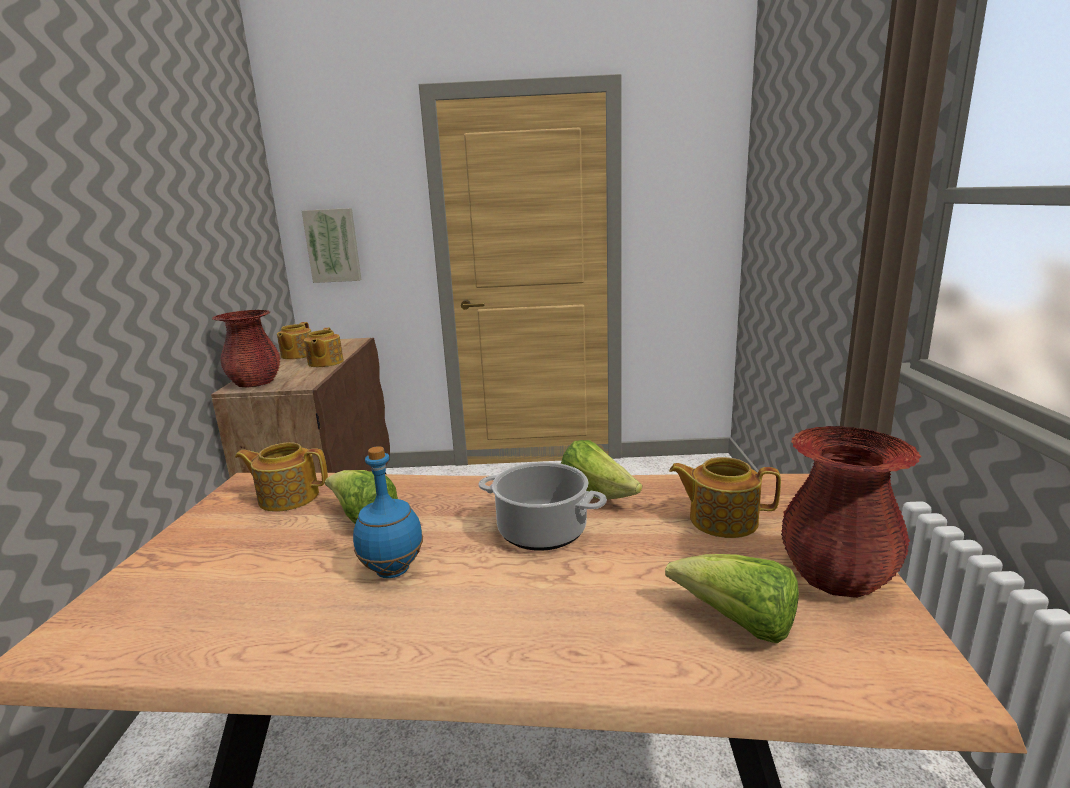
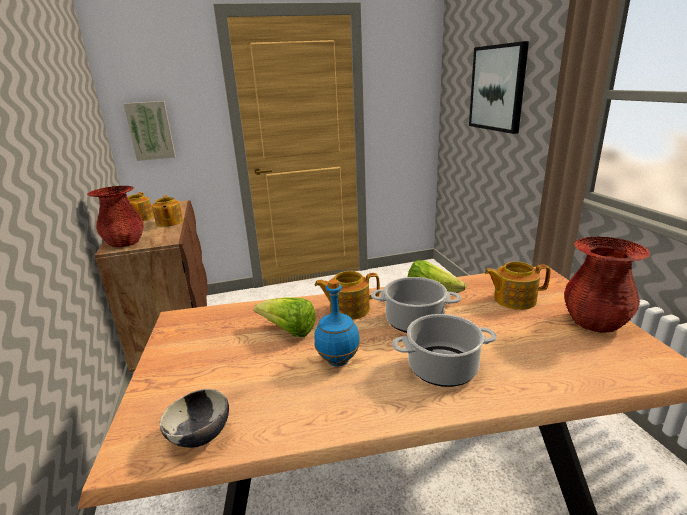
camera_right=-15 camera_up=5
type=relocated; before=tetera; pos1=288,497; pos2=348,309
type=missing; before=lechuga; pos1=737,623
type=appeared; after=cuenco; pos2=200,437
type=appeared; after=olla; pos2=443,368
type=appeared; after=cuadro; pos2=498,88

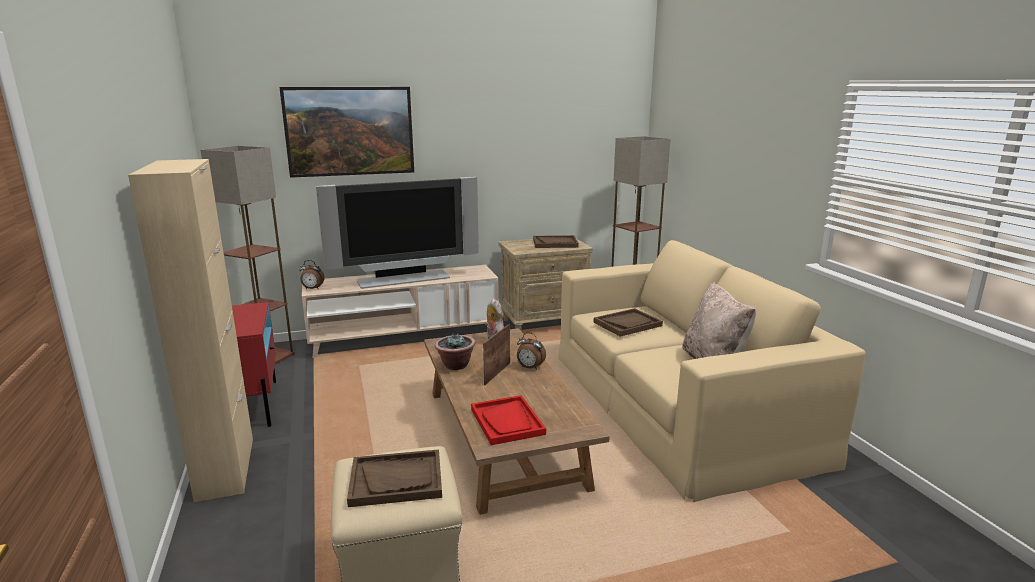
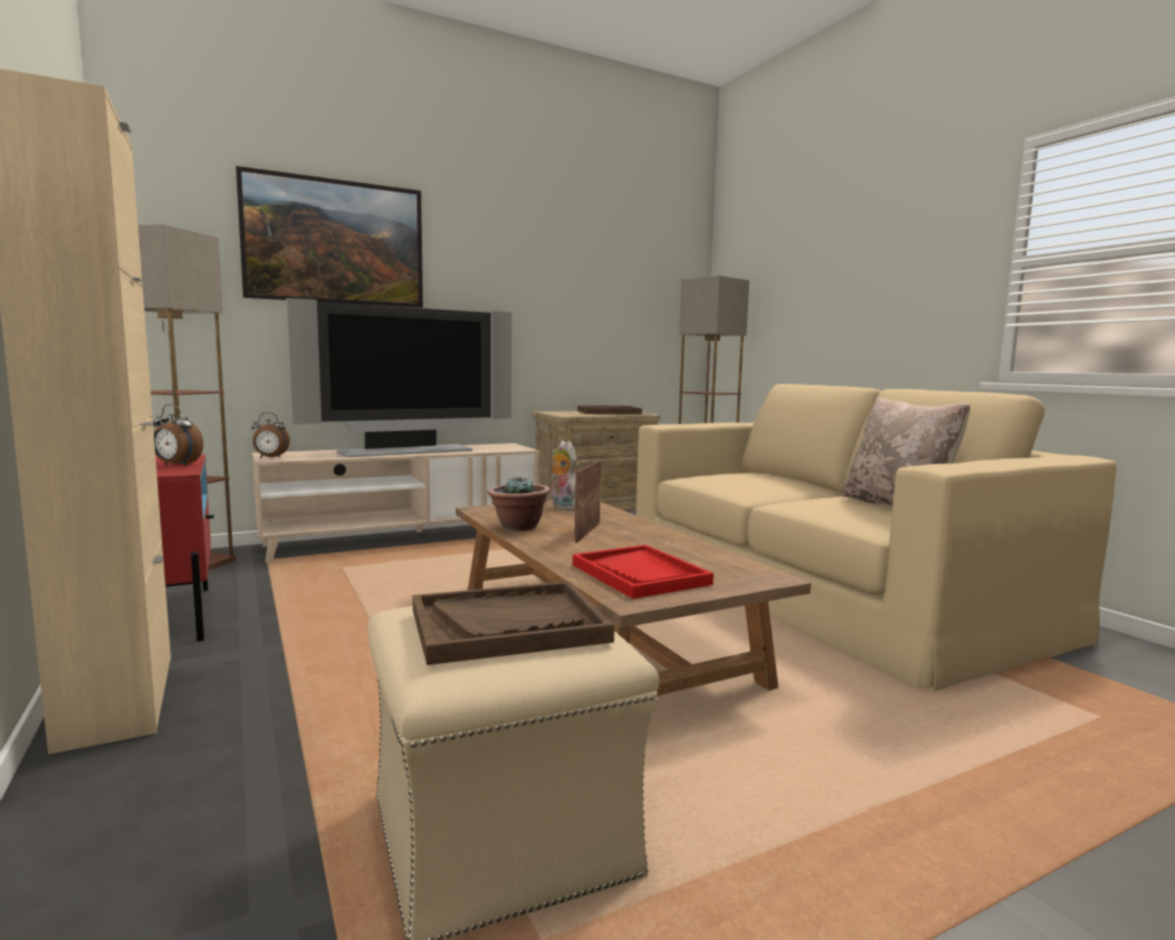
camera_right=-10 camera_up=-10
type=relocated; before=despertador; pos1=530,368; pos2=176,465
type=missing; before=bandeja [marrón]; pos1=627,324

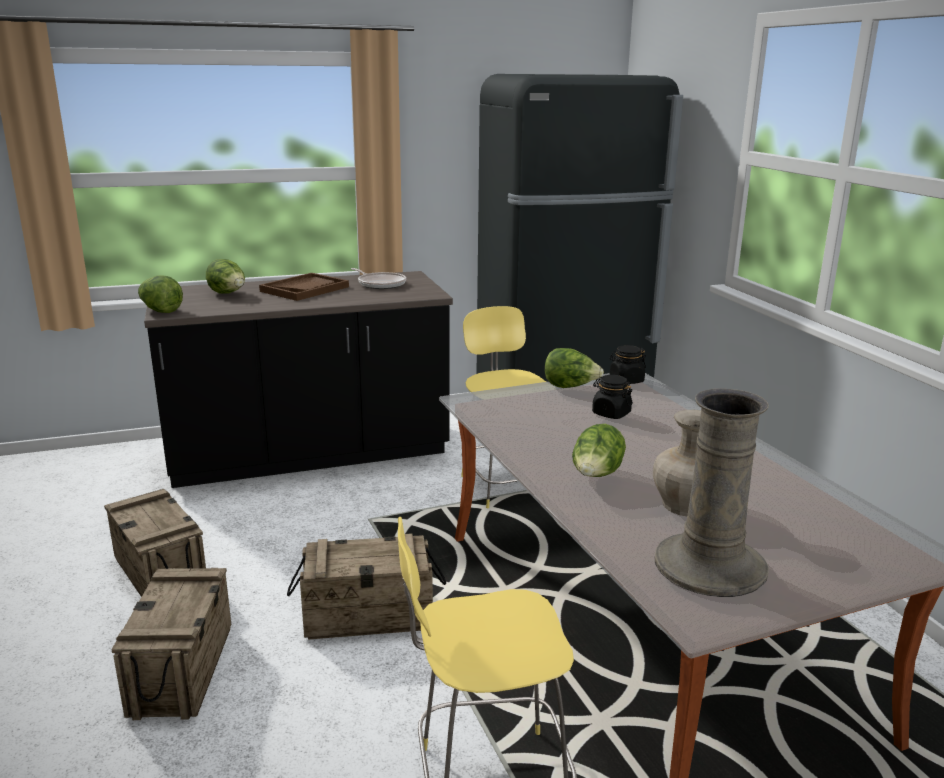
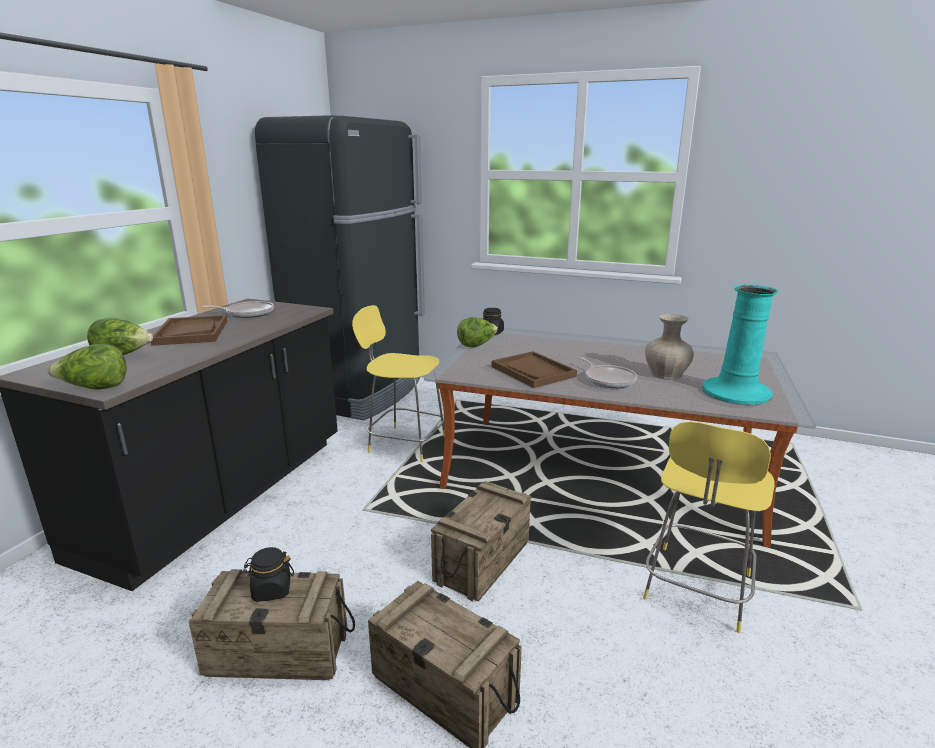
camera_right=-50 camera_up=0
type=exchanged; before=lechuga; after=sartén; pos1=596,476; pos2=608,379
type=relocated; before=tarro [negro]; pos1=611,413; pos2=271,590
type=colour; before=florero [beis]; after=florero [turquesa]; pos1=710,565; pos2=735,392
type=appeared; after=bandeja [marrón]; pos2=533,371

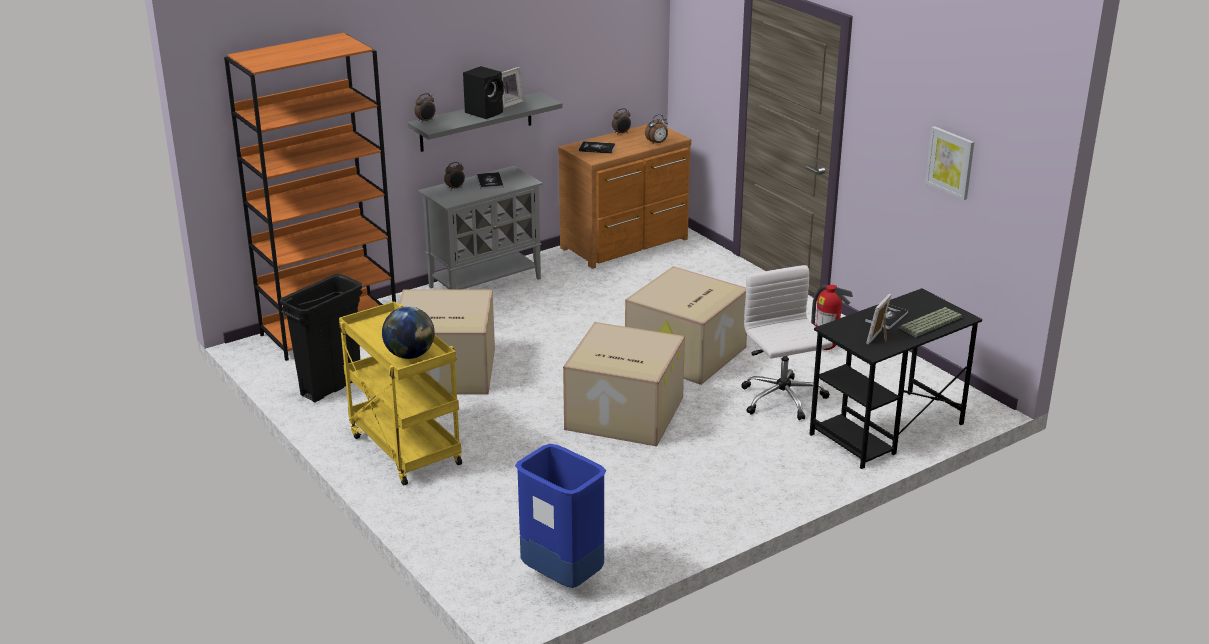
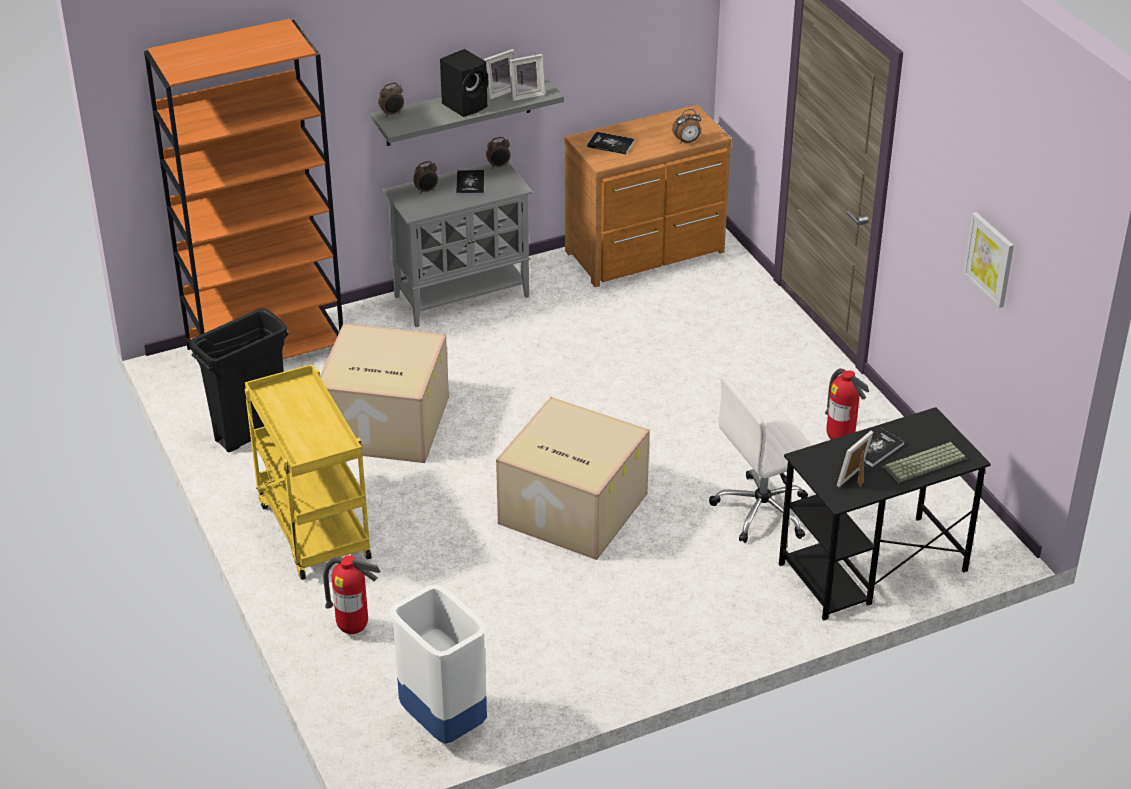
camera_right=10 camera_up=10
type=missing; before=globo terráqueo; pos1=410,355
type=colour; before=papelera [azul]; after=papelera [blanco]; pos1=563,576; pos2=444,722
type=relocated; before=despertador; pos1=621,133; pos2=498,166
type=missing; before=caja de cartón; pos1=686,354
type=spun; before=silla de oficina [blanco]; pos1=783,400; pos2=763,511; turn=-105
type=appeared; after=extintor; pos2=353,628
type=appeared; after=portarretratos; pos2=526,94

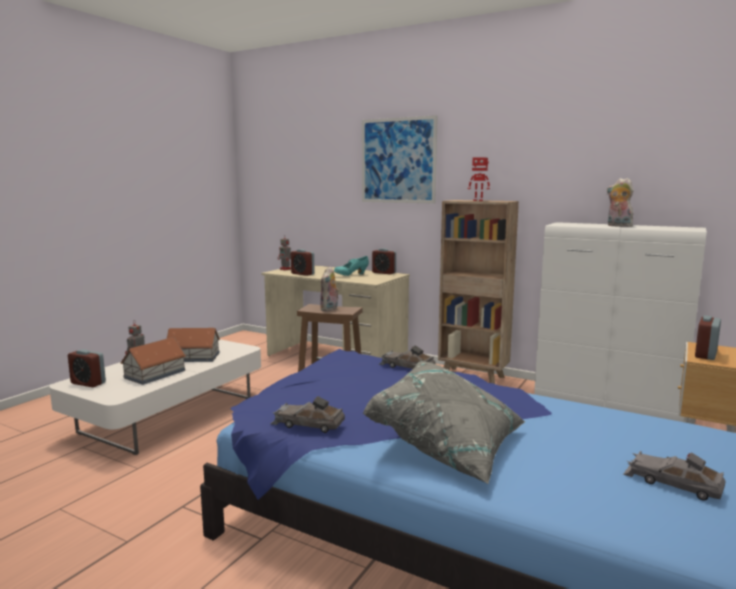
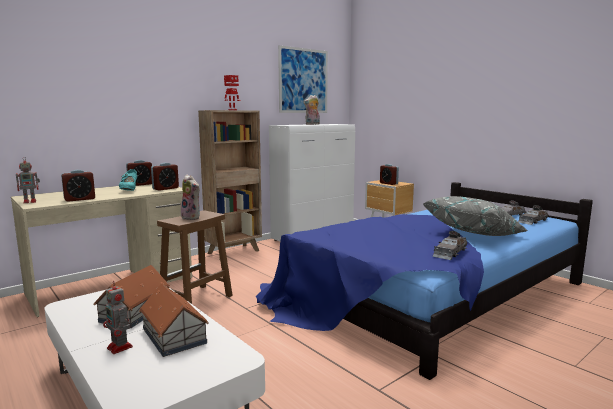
camera_right=-70 camera_up=0
type=relocated; before=despertador; pos1=88,383; pos2=165,188
type=relocated; before=cuadro; pos1=398,160; pos2=303,81
type=relocated; before=coche de juguete [gris]; pos1=406,366; pos2=532,221

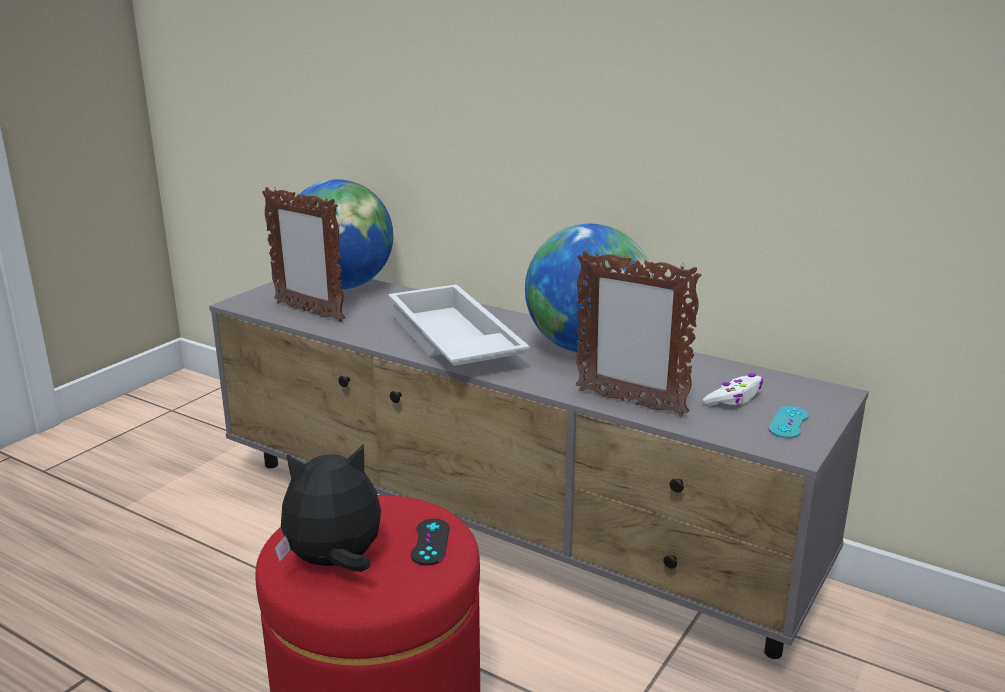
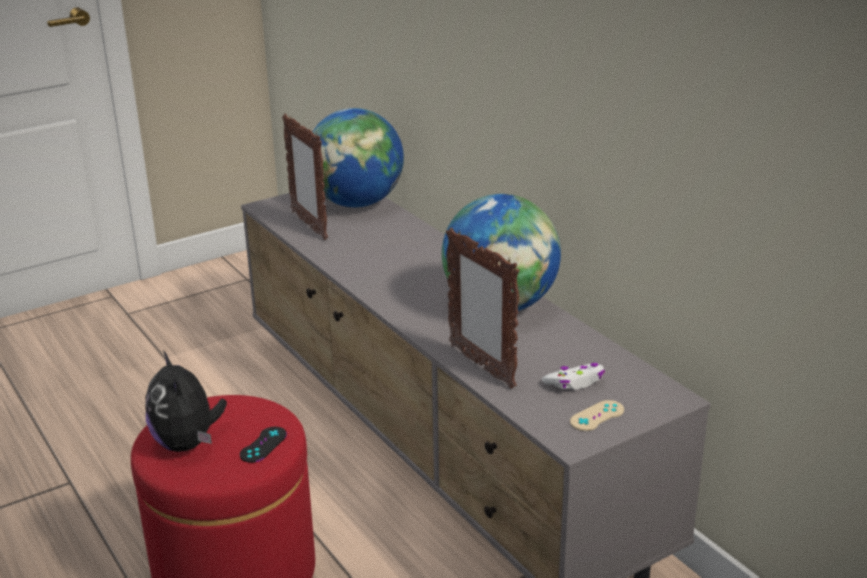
camera_right=25 camera_up=5
type=spun; before=peluche; pos1=335,563; pos2=188,443; turn=-120
type=missing; before=bandeja [blanco]; pos1=451,342
type=colour; before=mando de consola [turquesa]; after=mando de consola [beis]; pos1=788,422; pos2=597,416

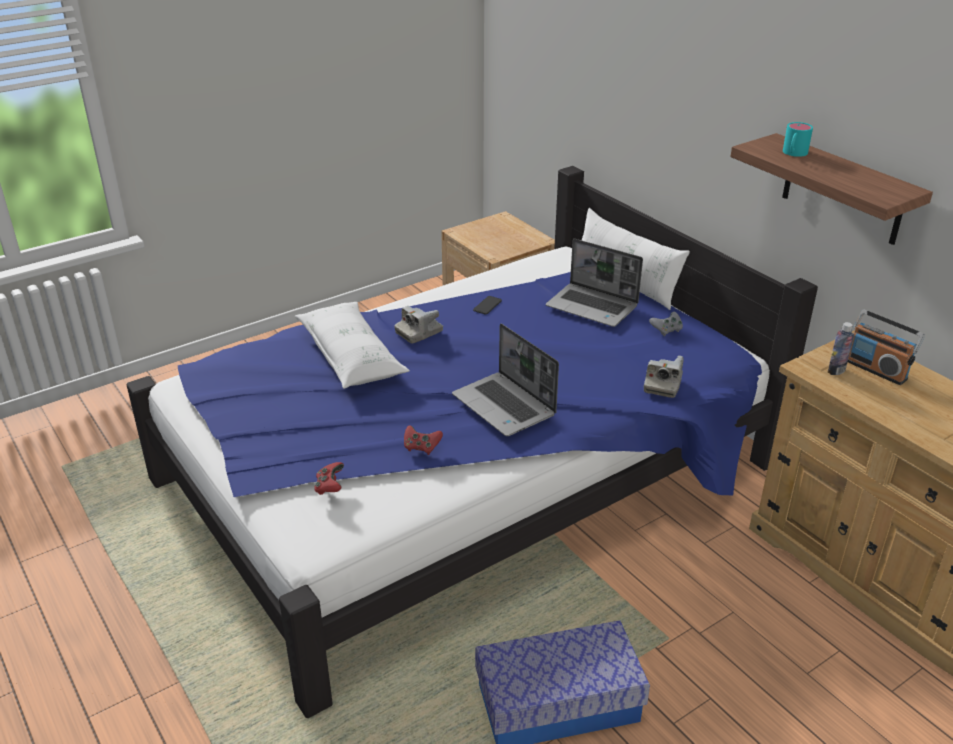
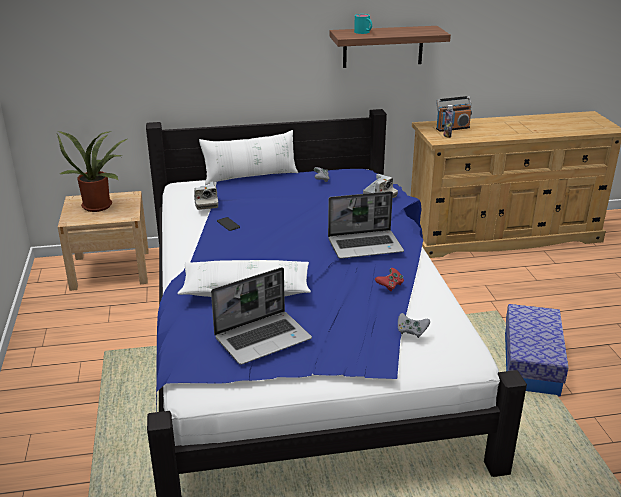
camera_right=-65 camera_up=-5
type=colour; before=mando de consola [rojo]; after=mando de consola [gris]; pos1=329,487; pos2=411,332
type=relocated; before=cámara; pos1=419,332; pos2=206,203
type=relocated; before=portátil; pos1=593,307; pos2=263,338
type=appeared; after=planta en maceta; pos2=99,205

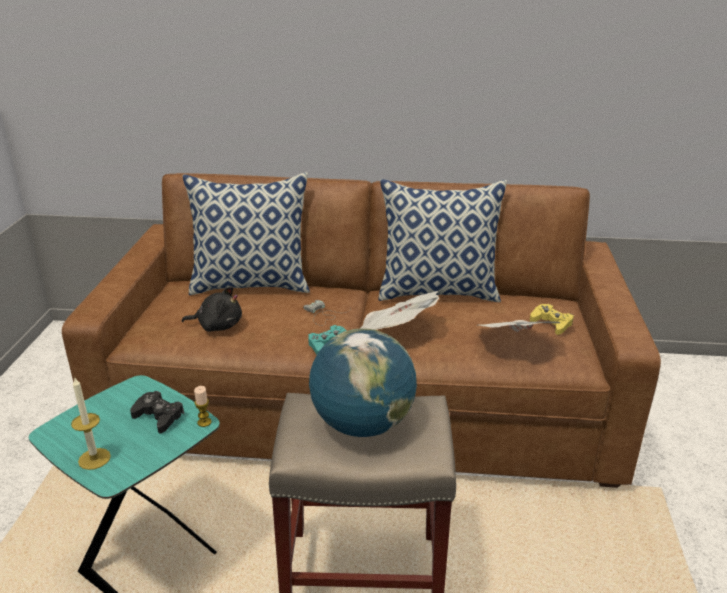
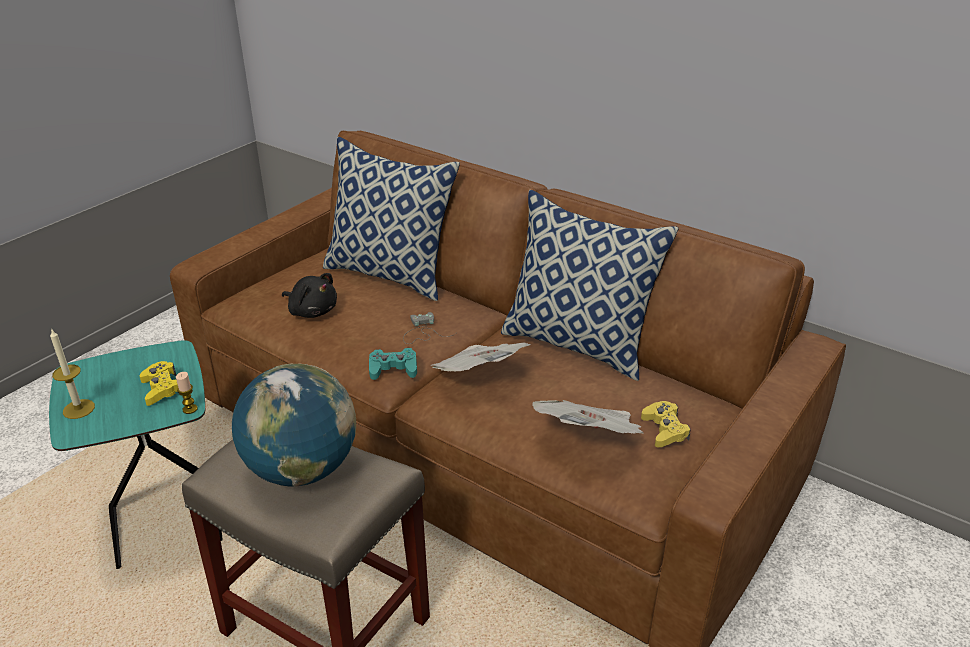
camera_right=30 camera_up=5
type=colour; before=mando de consola [negro]; after=mando de consola [amarillo]; pos1=158,417; pos2=161,388

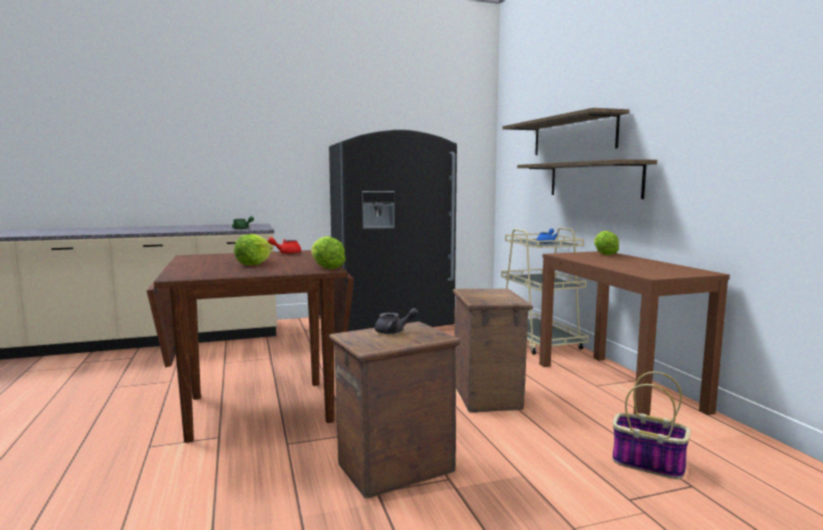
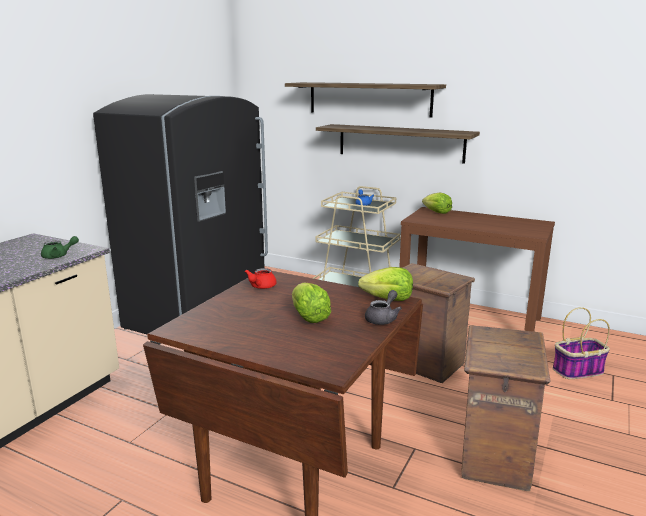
camera_right=-45 camera_up=10
type=relocated; before=tetera [gris]; pos1=394,331; pos2=383,318

